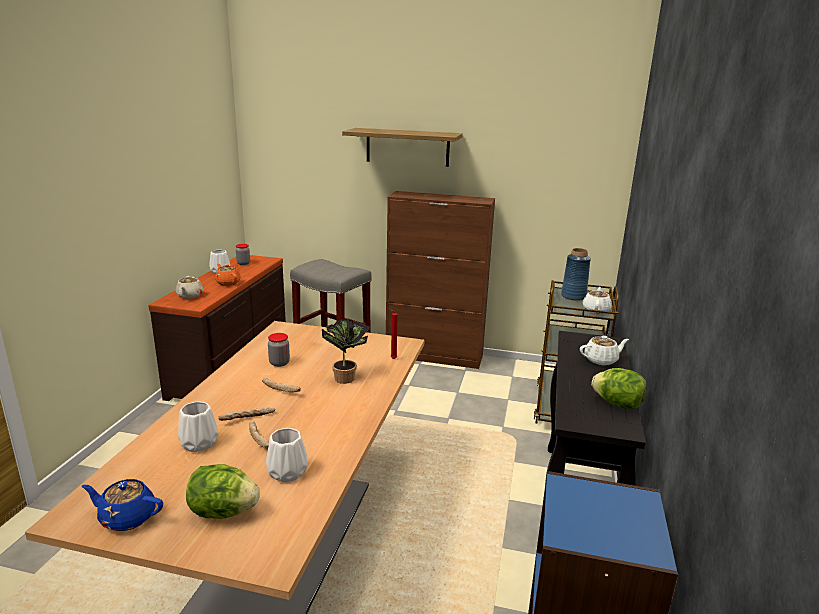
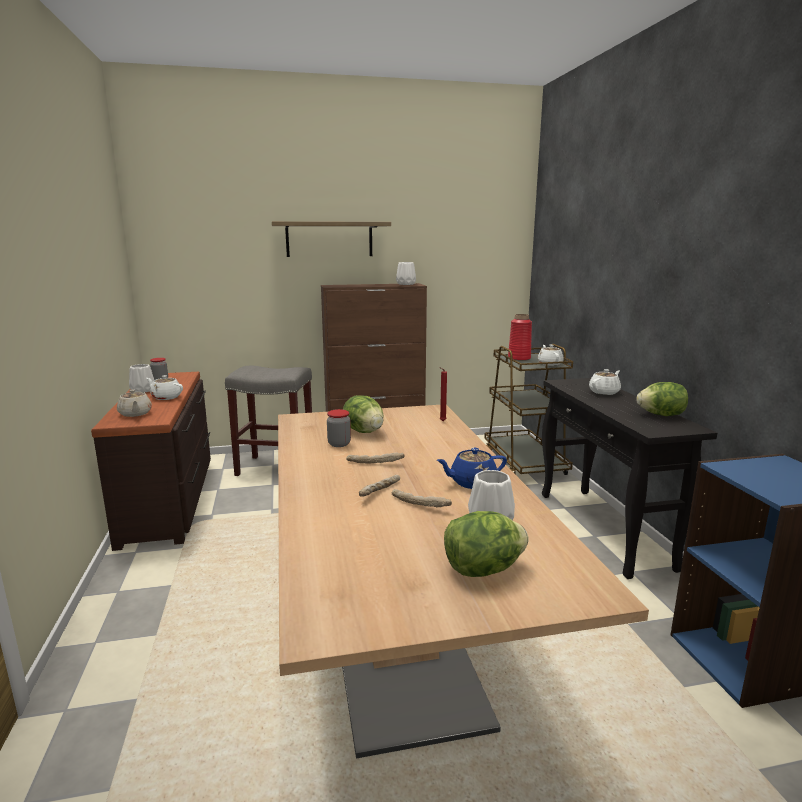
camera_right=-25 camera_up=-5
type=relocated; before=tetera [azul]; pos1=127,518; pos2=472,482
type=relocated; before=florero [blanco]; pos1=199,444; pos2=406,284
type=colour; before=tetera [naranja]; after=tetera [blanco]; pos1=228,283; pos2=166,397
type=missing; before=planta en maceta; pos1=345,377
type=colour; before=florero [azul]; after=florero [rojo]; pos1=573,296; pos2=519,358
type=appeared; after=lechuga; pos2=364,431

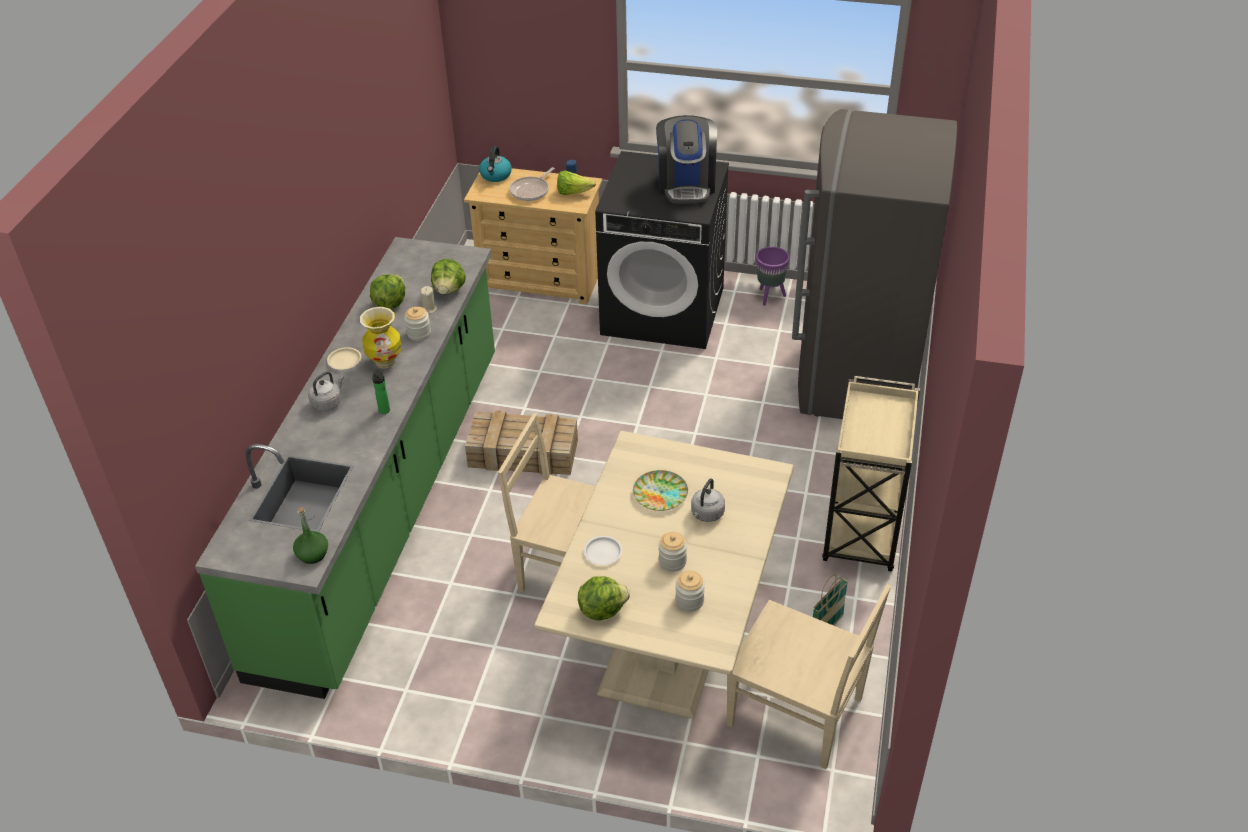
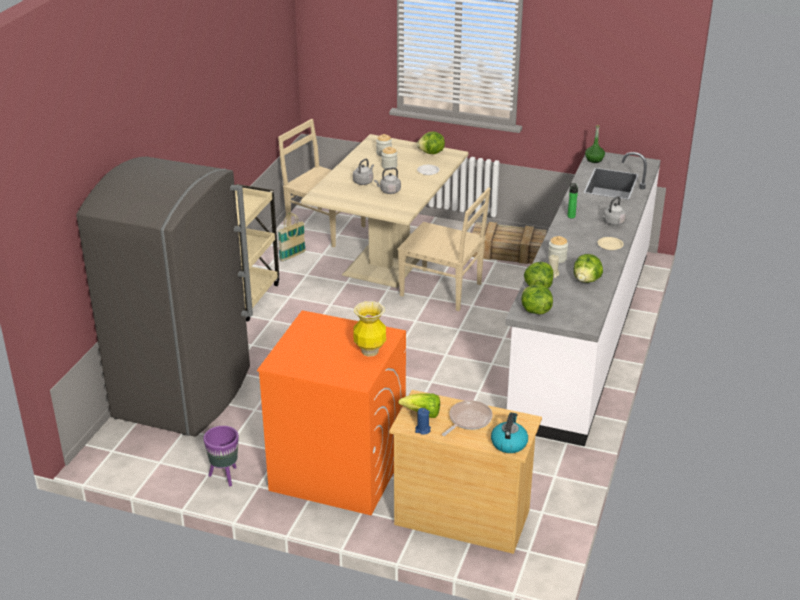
camera_right=-175 camera_up=-10
type=colour; before=mueble bajo de cocina [verde]; after=mueble bajo de cocina [blanco]; pos1=385,506; pos2=581,333
type=relocated; before=florero; pos1=385,362; pos2=369,351
type=relocated; before=caja de embalaje; pos1=521,453; pos2=508,252
type=colour; before=lavadora [negro]; after=lavadora [naranja]; pos1=664,311; pos2=337,470
type=exchanged; before=plato; after=hervidor [gris]; pos1=660,493; pos2=389,191
type=missing; before=cafetera; pos1=686,185
type=appeared; after=lechuga; pos2=535,311

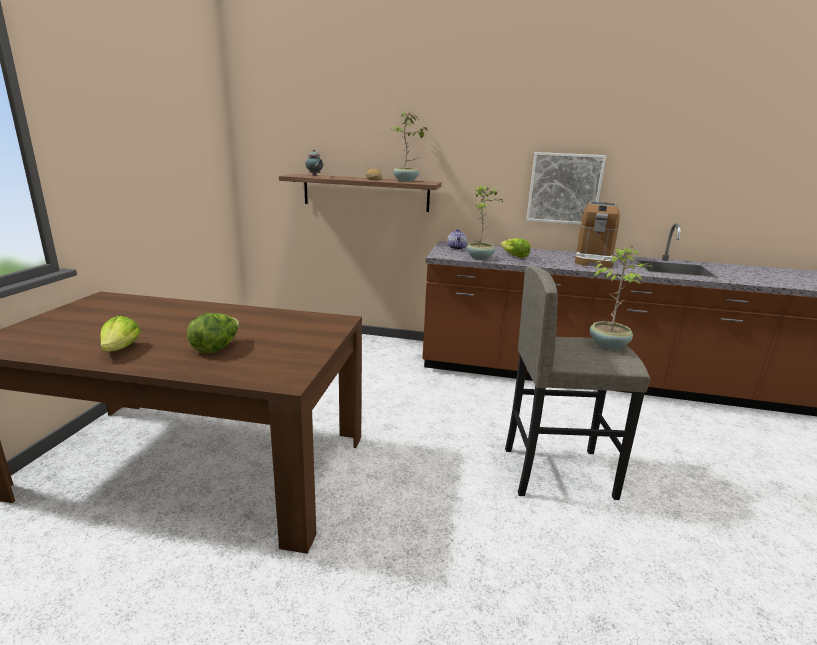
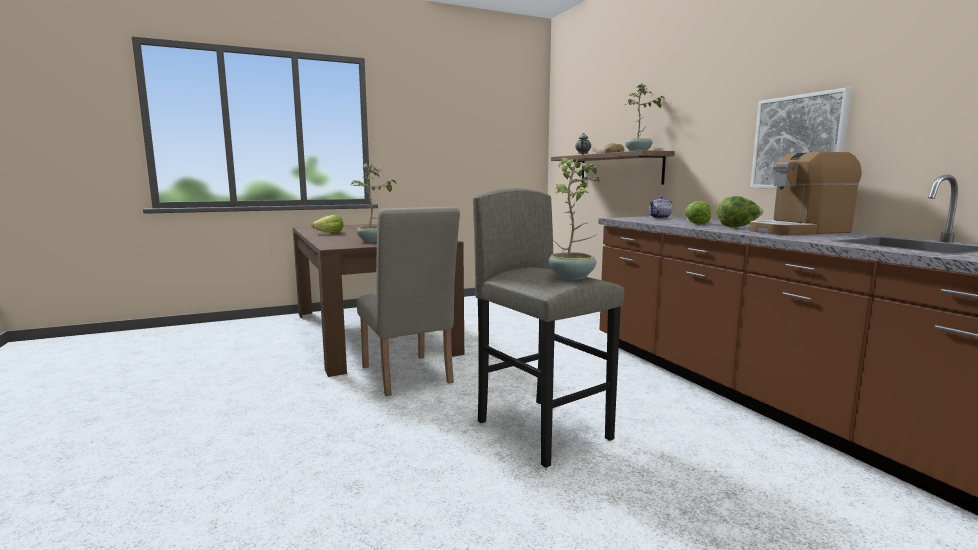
camera_right=55 camera_up=-10
type=relocated; before=lechuga; pos1=216,348; pos2=738,227
type=relocated; before=planta en maceta; pos1=480,257; pos2=373,241
type=appeared; after=silla [beis]; pos2=408,377

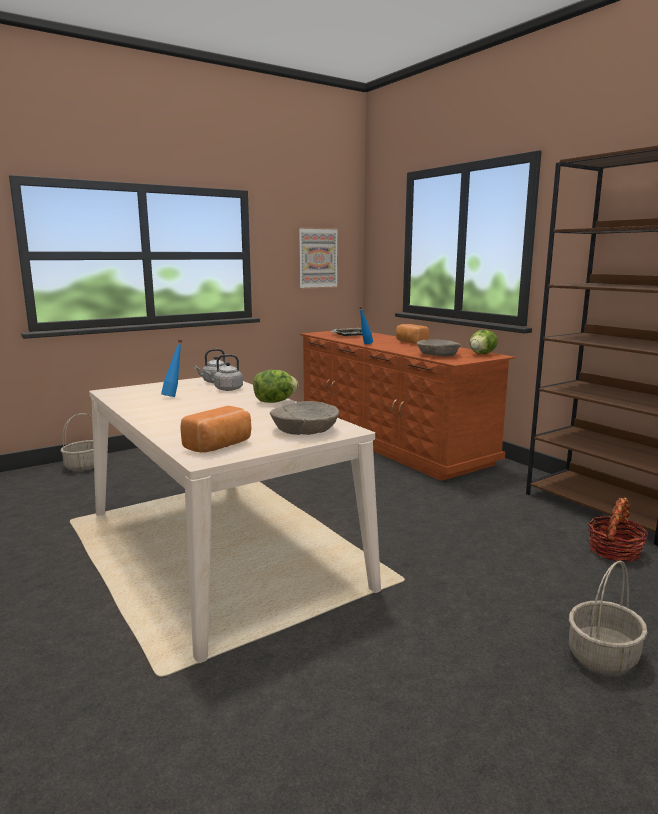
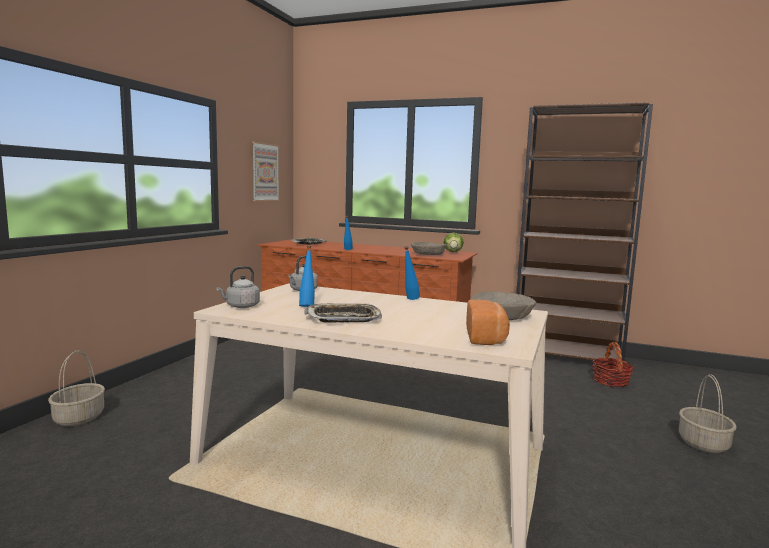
camera_right=-35 camera_up=-5
type=relocated; before=hervidor [gris]; pos1=227,389; pos2=241,306
type=exchanged; before=lechuga; after=botella [azul]; pos1=275,402; pos2=409,300
type=missing; before=pan; pos1=410,342
type=appeared; after=bandeja; pos2=343,318

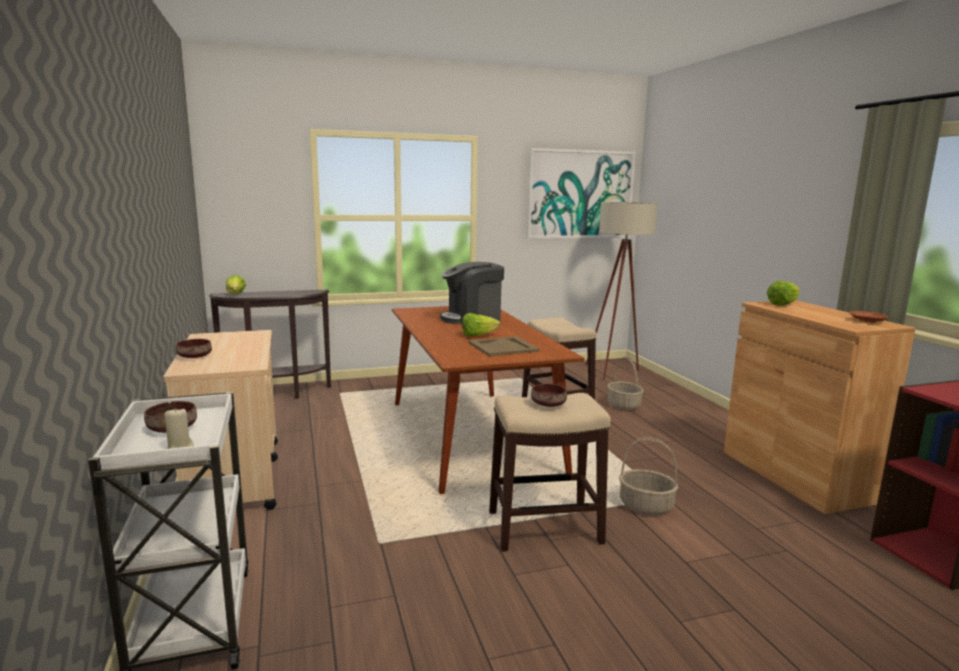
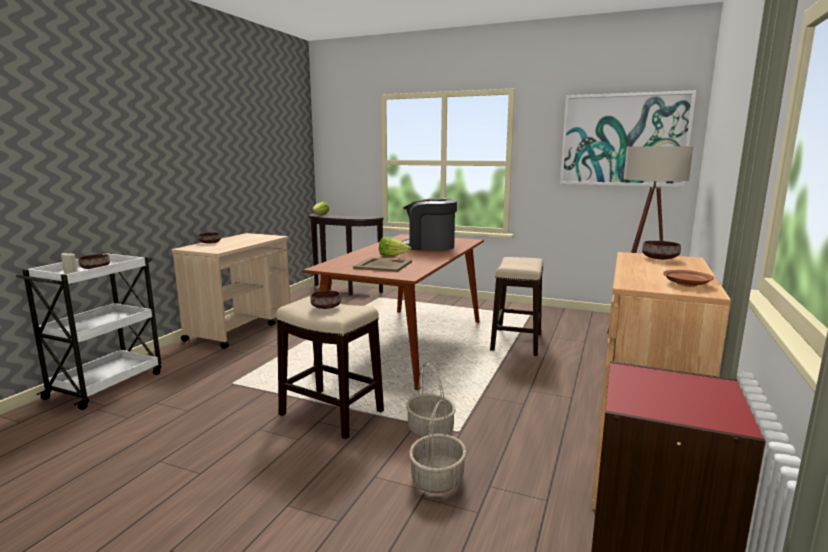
camera_right=40 camera_up=0
type=relocated; before=cesta; pos1=624,405; pos2=437,479
type=exchanged; before=lechuga; after=cuenco [marrón]; pos1=783,304; pos2=659,258

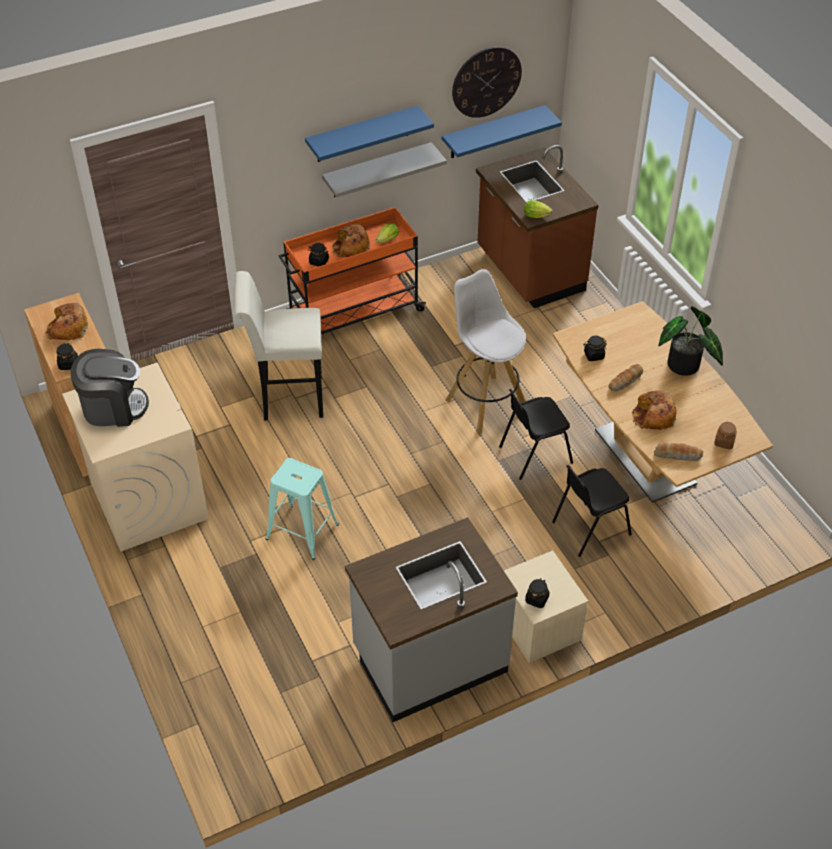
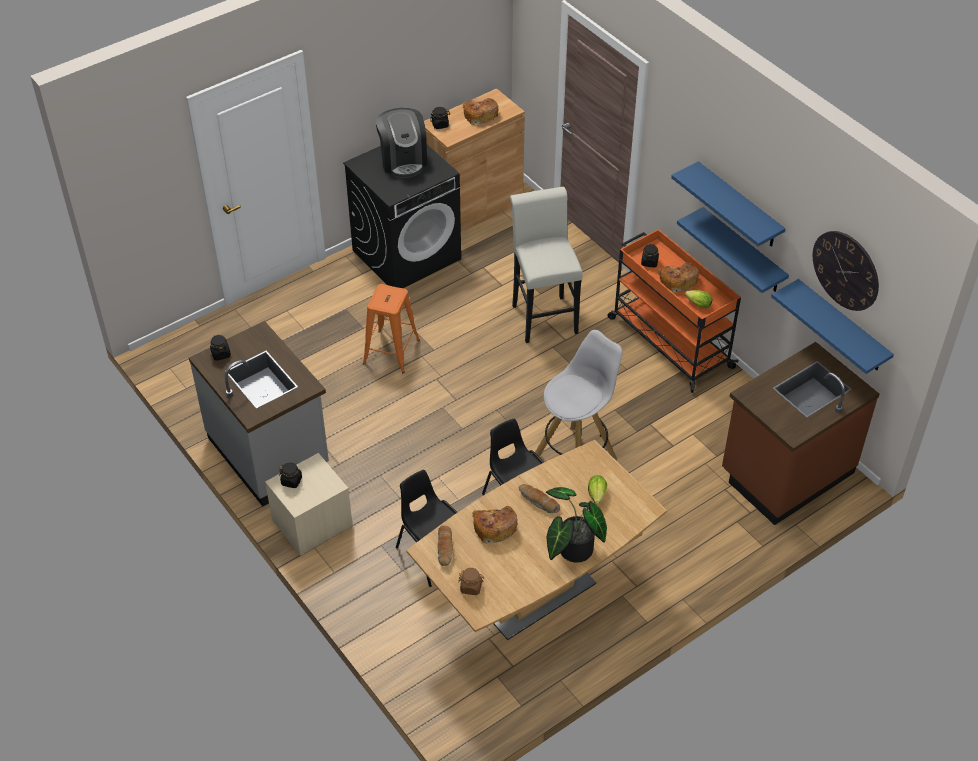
camera_right=80 camera_up=0
type=colour; before=lavadora [beis]; after=lavadora [negro]; pos1=148,500; pos2=407,254
type=colour; before=taburete [turquesa]; after=taburete [naranja]; pos1=302,531; pos2=391,351
type=colour; before=estante [gris]; after=estante [azul]; pos1=377,170; pos2=743,251
type=relocated; before=lechuga; pos1=537,216; pos2=597,496
type=relocated; before=tarro [negro]; pos1=593,355; pos2=220,354

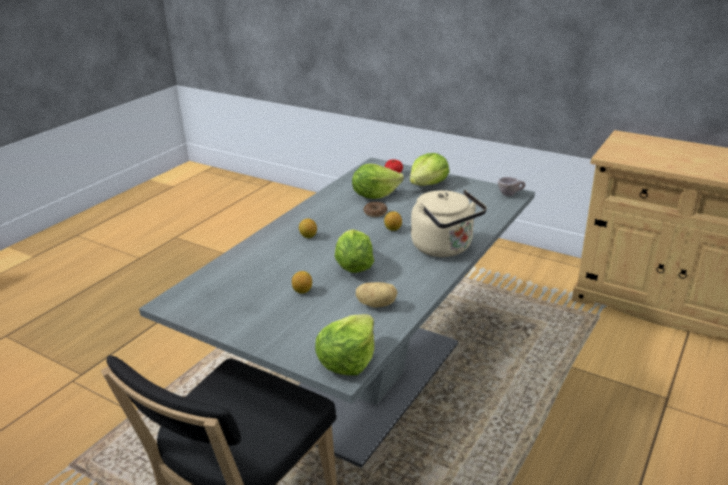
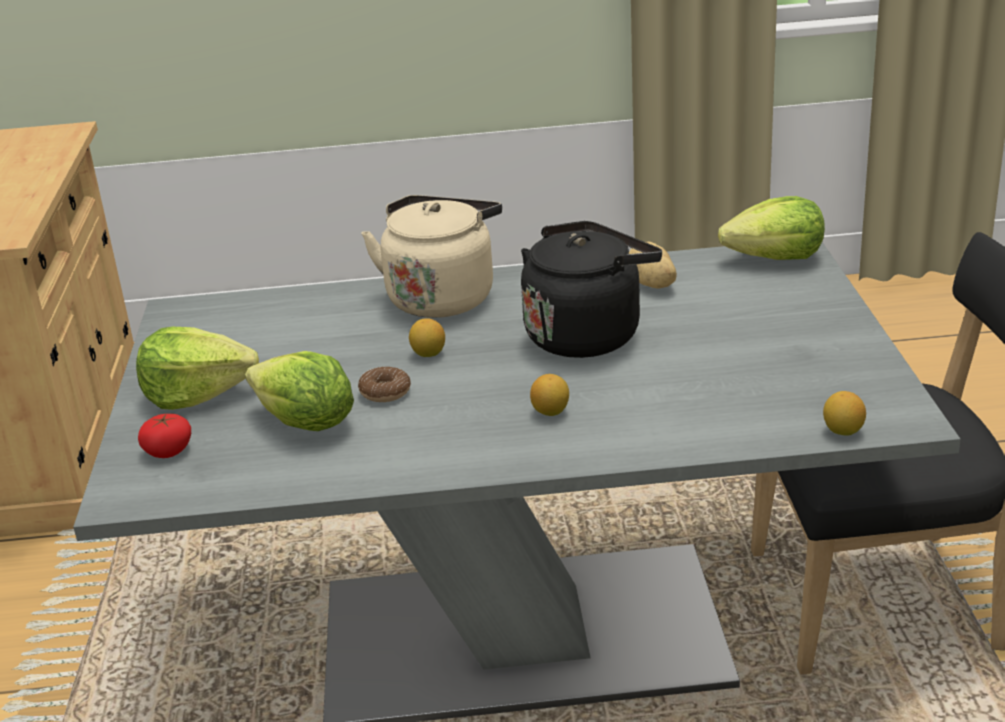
camera_right=-125 camera_up=0
type=relocated; before=limón; pos1=302,291; pos2=843,431
type=exchanged; before=lechuga; after=hervidor [negro]; pos1=354,266; pos2=587,334
type=missing; before=taza [beis]; pos1=510,194

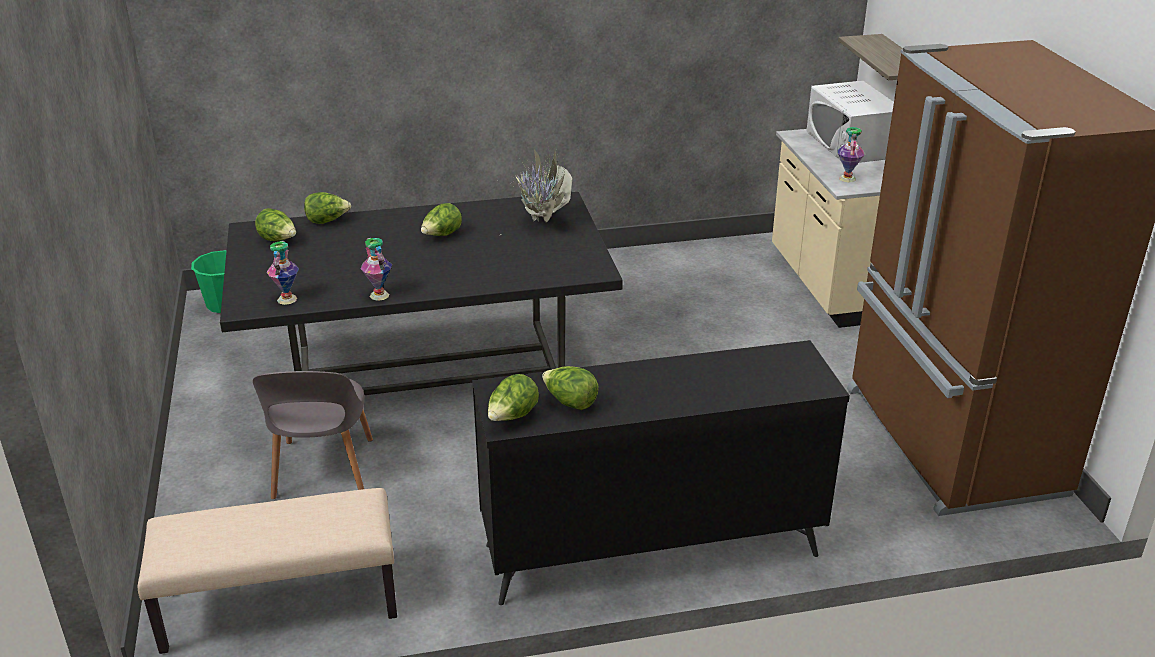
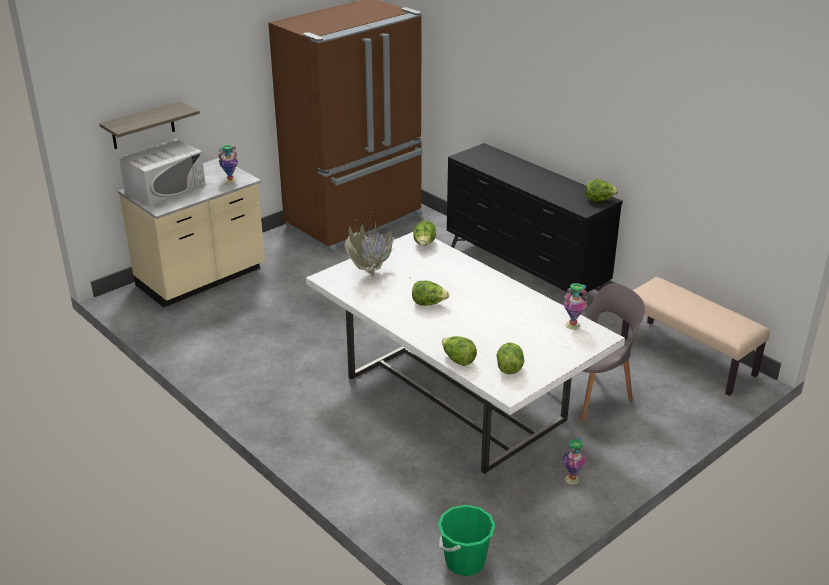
camera_right=-120 camera_up=0
type=colour; before=mesa de comedor [negro]; after=mesa de comedor [blanco]; pos1=426,374; pos2=456,399
type=relocated; before=florero; pos1=380,295; pos2=571,479
type=relocated; before=lechuga; pos1=570,402; pos2=424,244

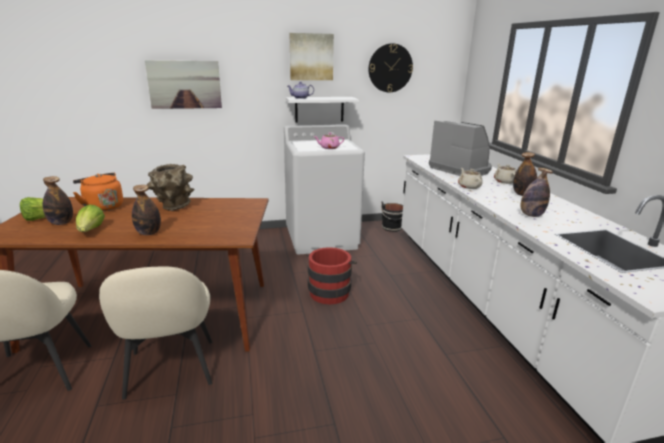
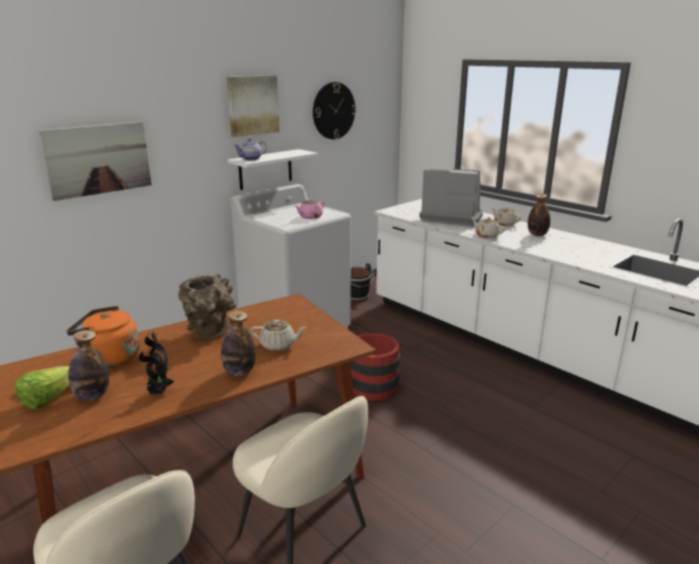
camera_right=-30 camera_up=0
type=exchanged; before=lechuga; after=planta en maceta; pos1=91,231; pos2=159,393
type=missing; before=botella; pos1=531,215
type=appeared; after=tetera [beis]; pos2=278,345

